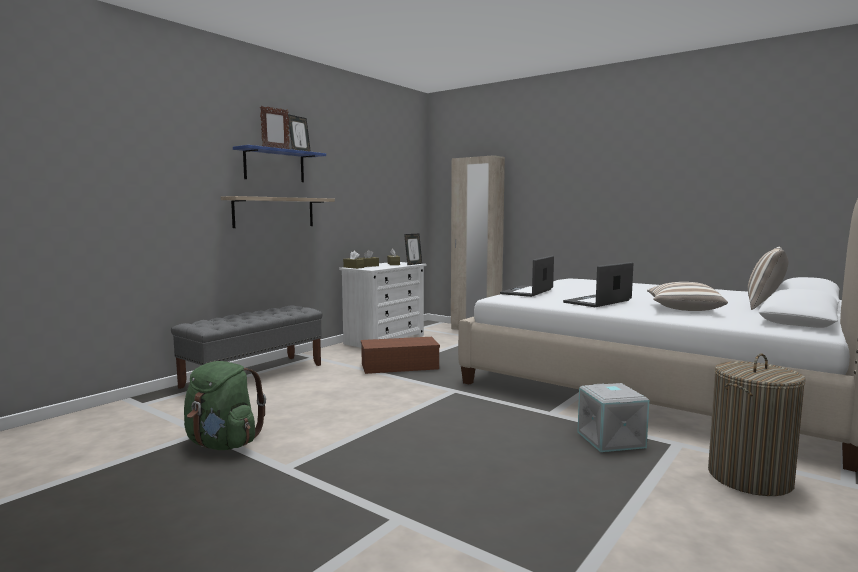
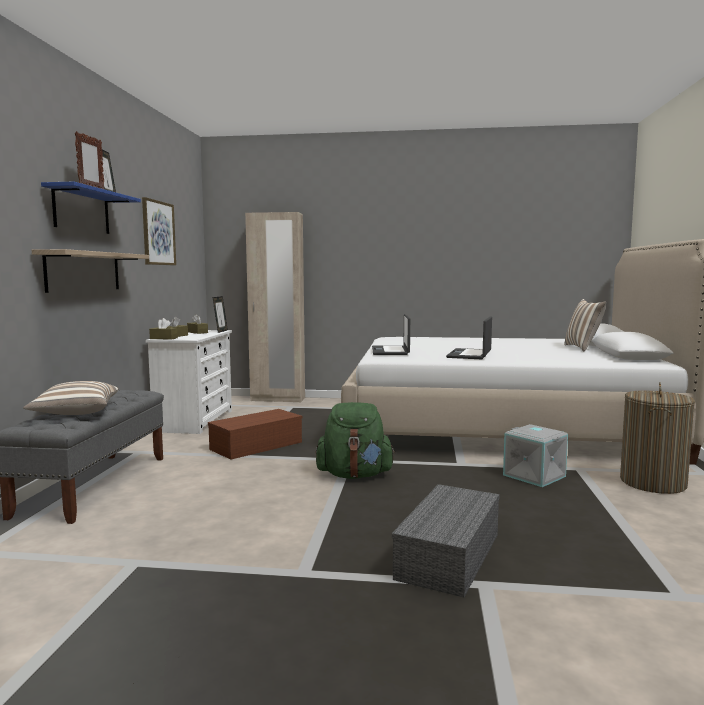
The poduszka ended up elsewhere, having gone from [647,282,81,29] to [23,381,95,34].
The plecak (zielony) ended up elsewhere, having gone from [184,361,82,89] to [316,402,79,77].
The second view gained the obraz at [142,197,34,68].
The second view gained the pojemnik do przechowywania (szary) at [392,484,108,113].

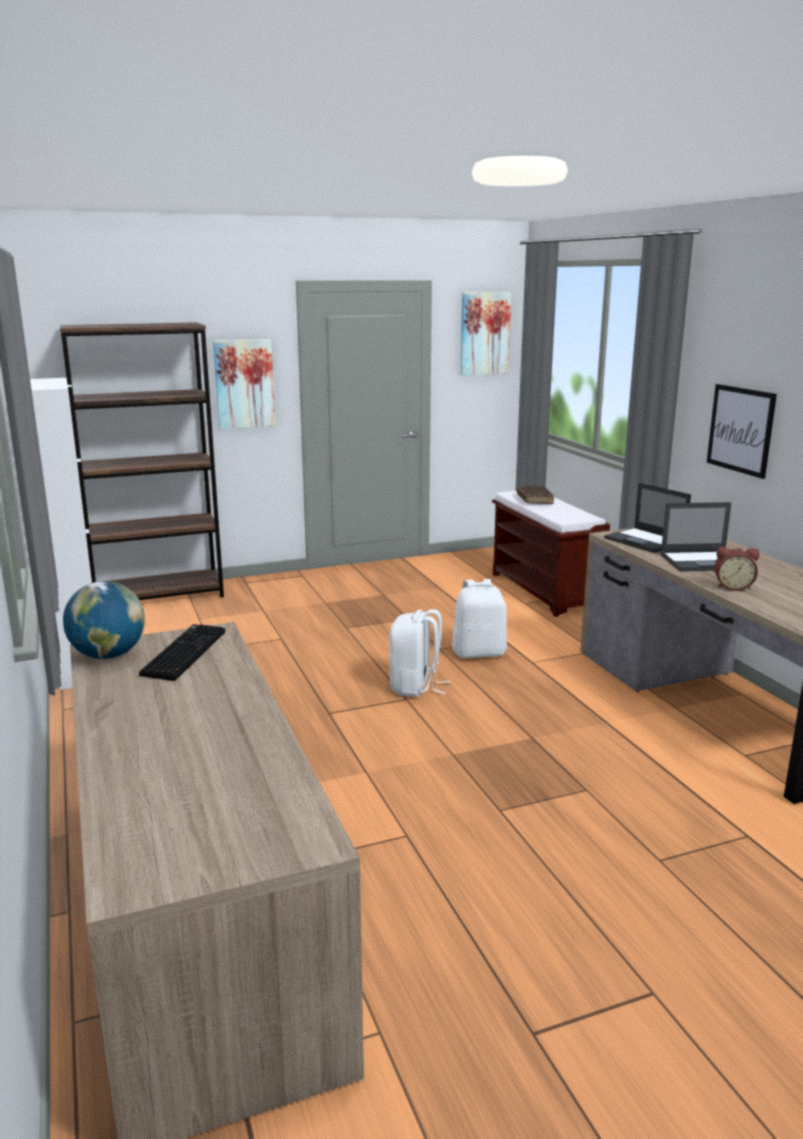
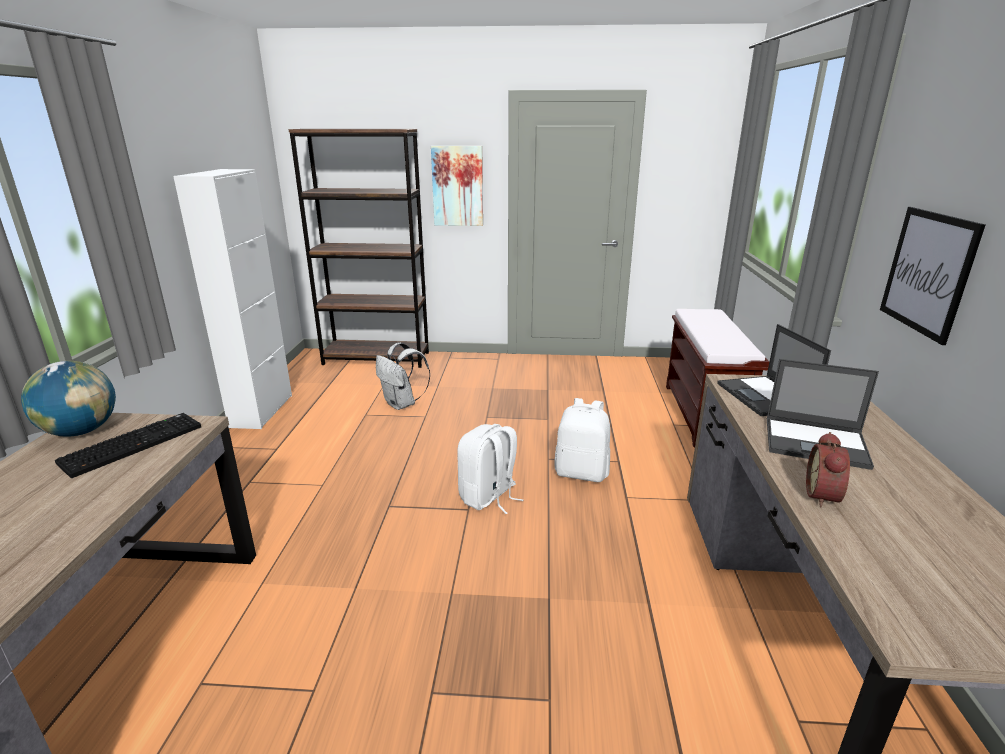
The second view lost the obraz at [460,292,52,84].
The second view lost the książka (brązowy) at [517,486,37,18].
The budzik at [714,547,45,44] ended up facing another way, 75 degrees clockwise from before.
The second view gained the plecak (biały) at [376,343,54,67].

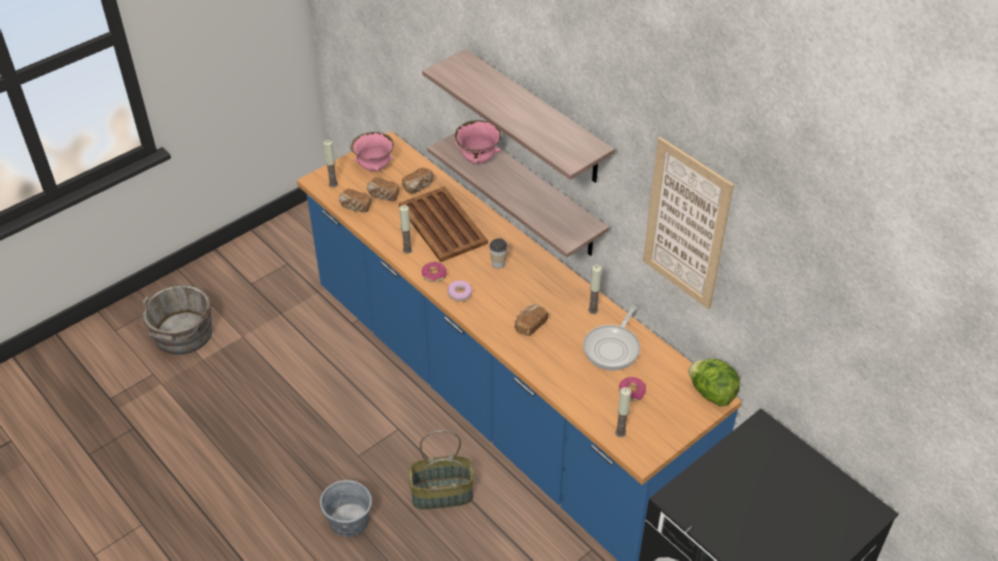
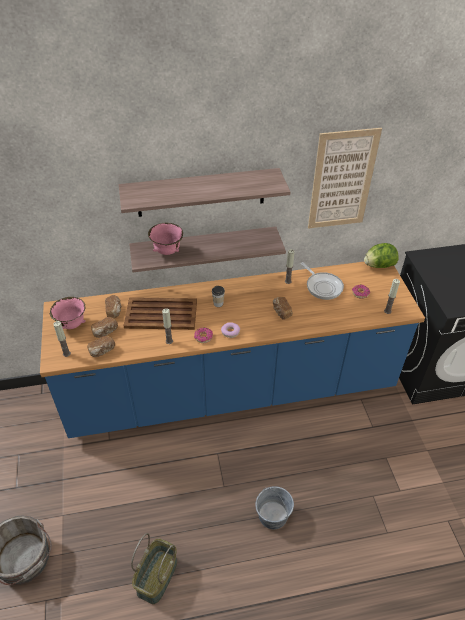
The koszyk ended up elsewhere, having gone from [408,430,66,79] to [131,533,46,71].

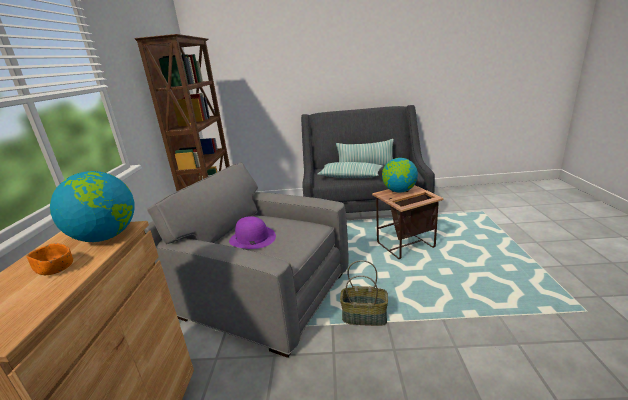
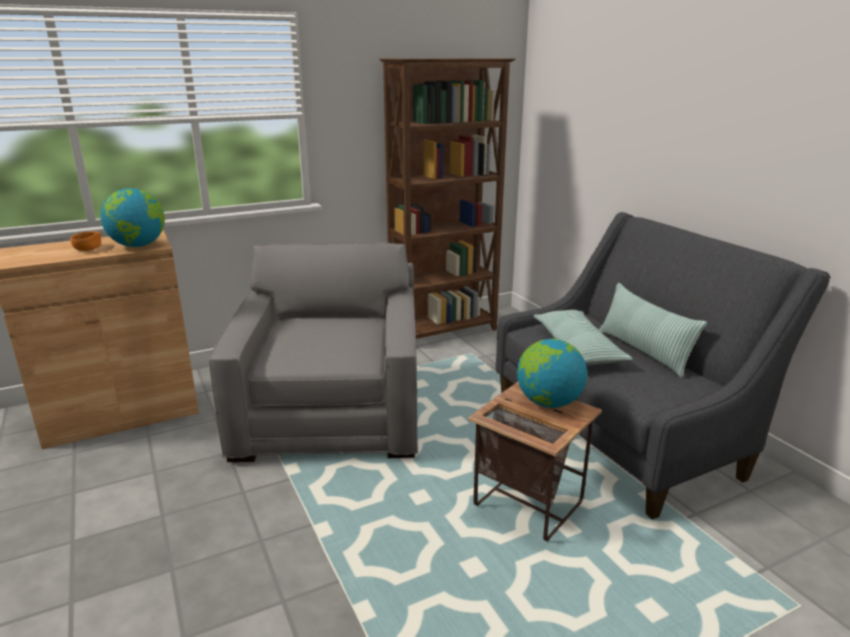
The second view lost the kapelusz (fioletowy) at [229,216,47,33].
The second view lost the koszyk at [340,260,48,66].

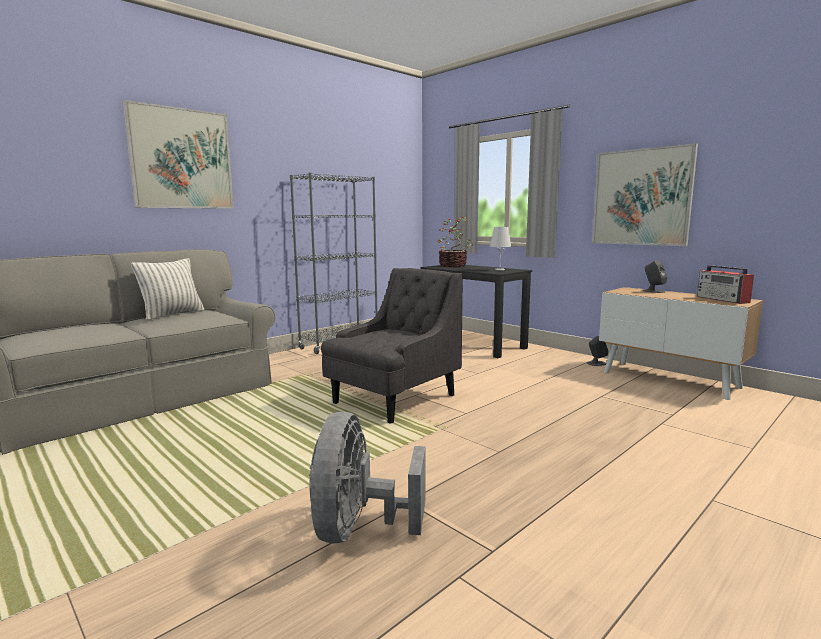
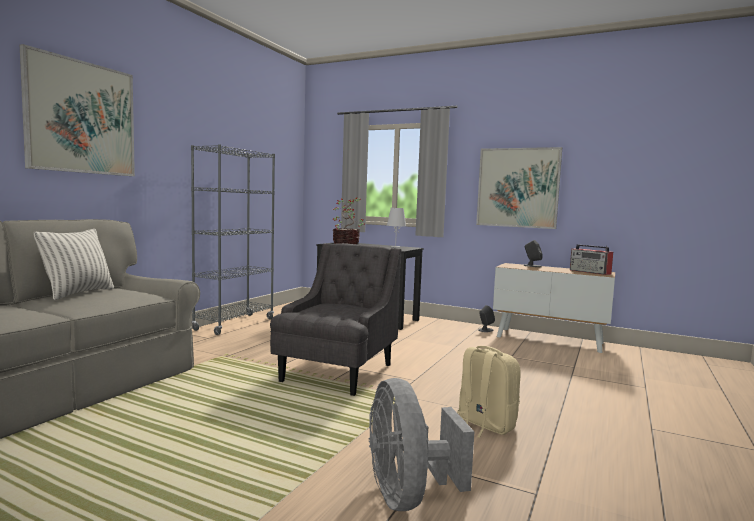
The second view gained the plecak (beżowy) at [457,346,64,92].

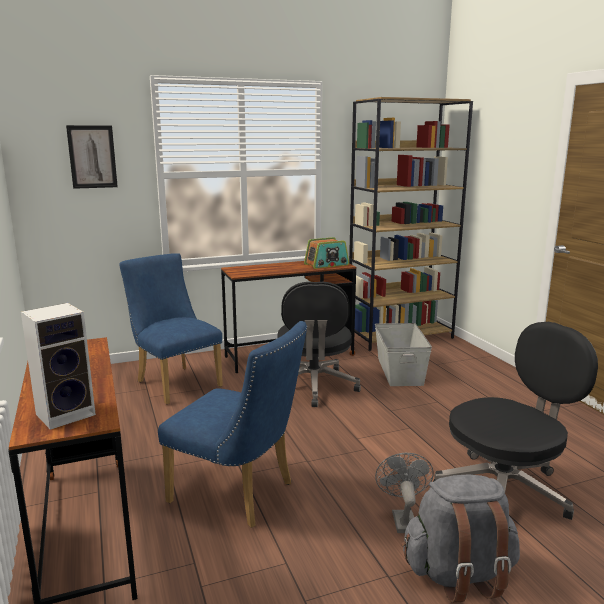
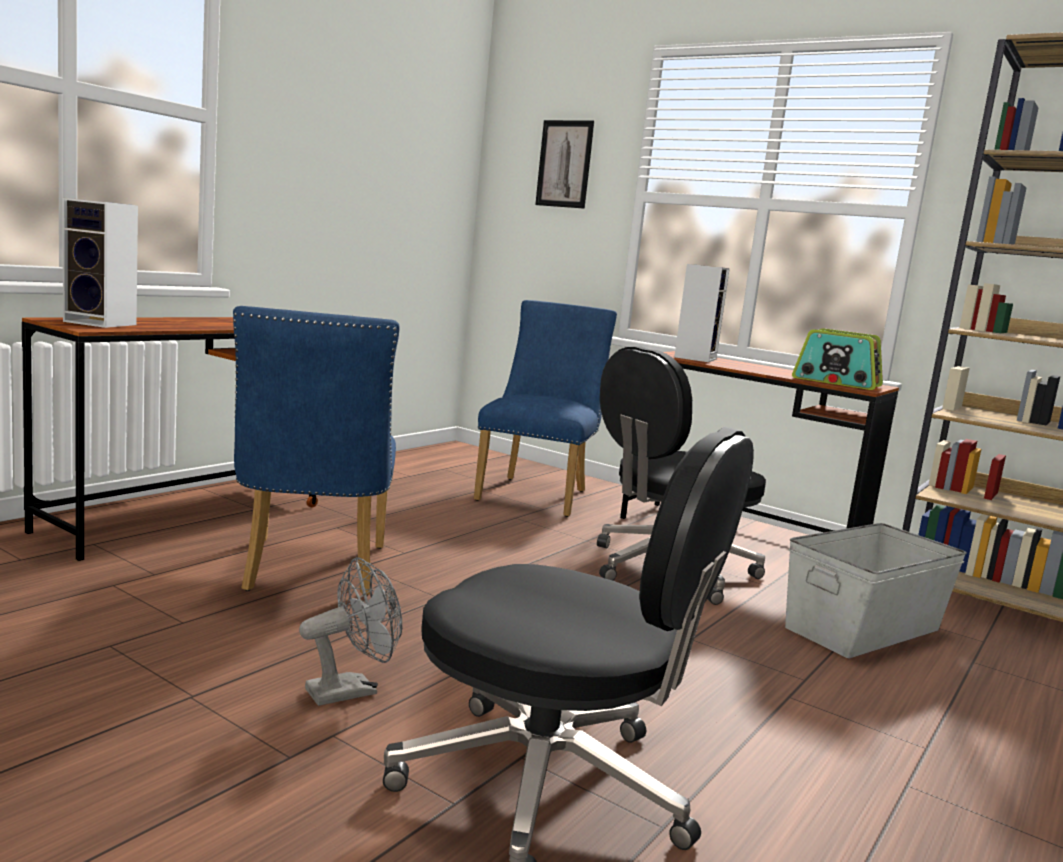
The second view lost the plecak (szary) at [402,474,118,129].
The second view gained the głośnik at [674,264,56,98].

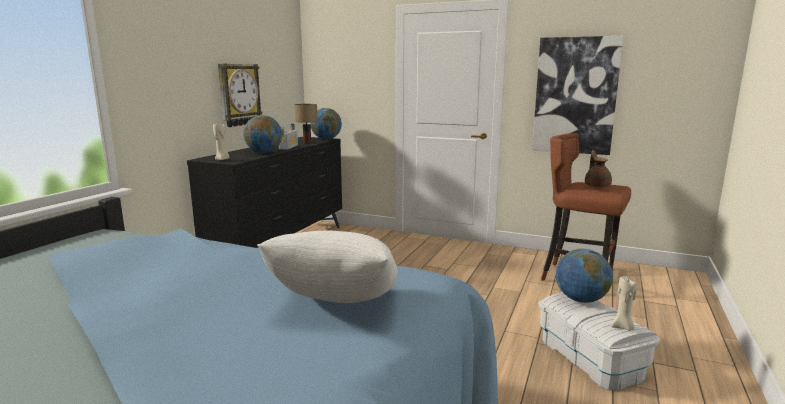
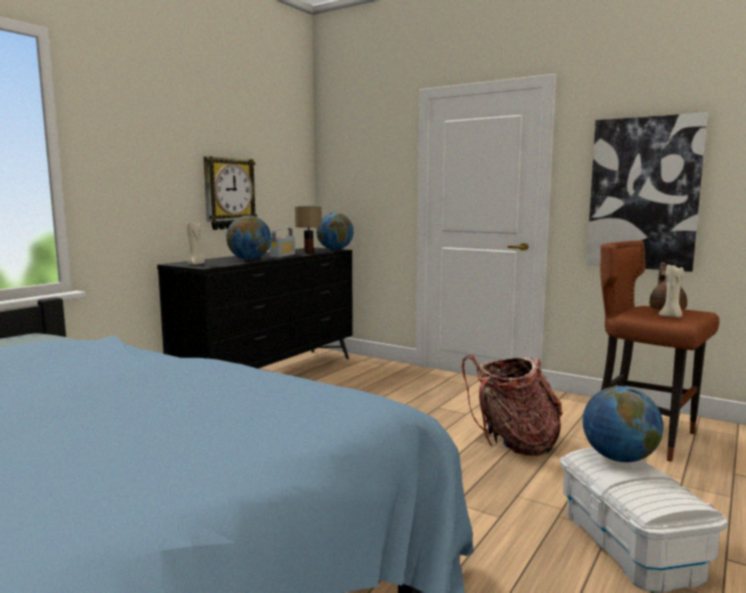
The second view lost the poduszka (biały) at [257,231,141,72].
The świeca (beżowy) ended up elsewhere, having gone from [611,276,26,54] to [659,265,25,53].
The second view gained the plecak at [462,355,101,101].

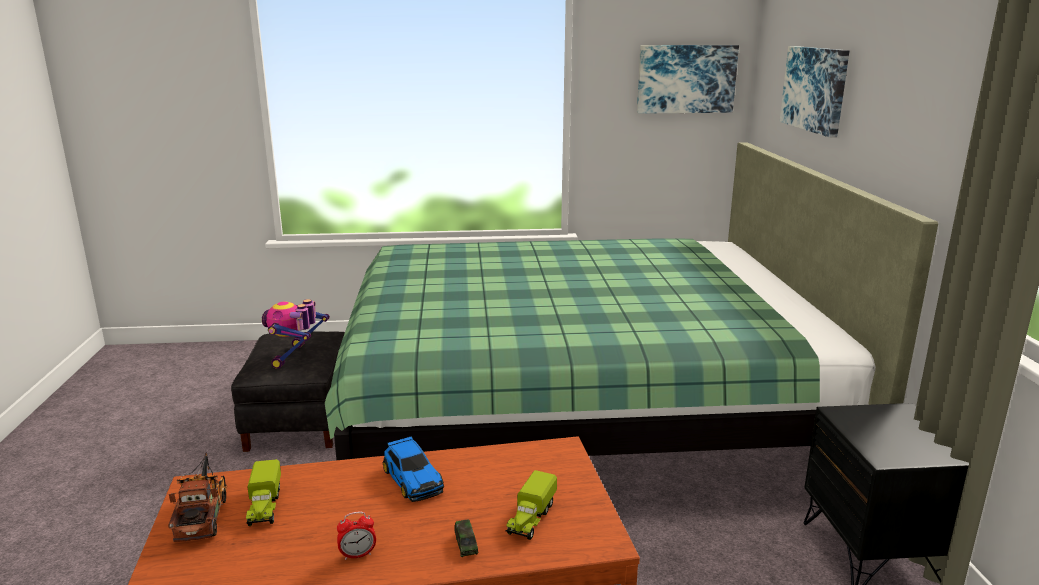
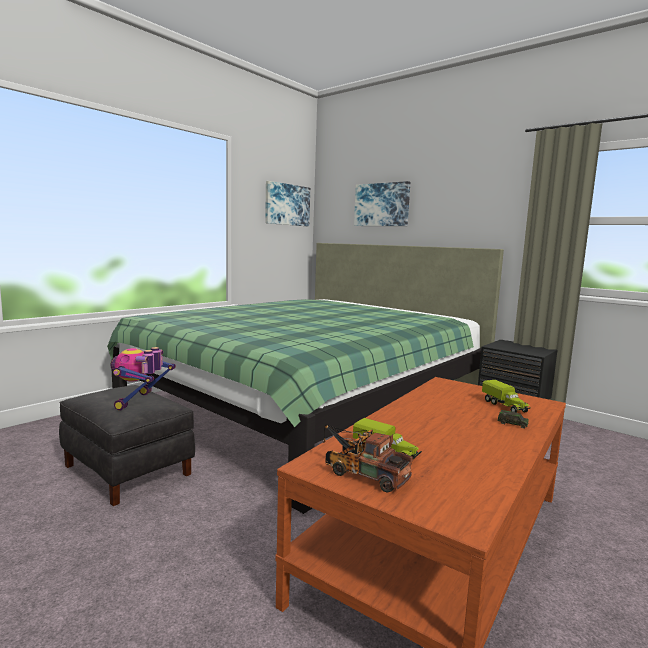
The robot zabawkowy at [262,299,68,70] ended up facing another way, 45 degrees clockwise from before.
The second view lost the samochodzik at [383,436,61,66].
The second view lost the budzik at [337,512,39,48].

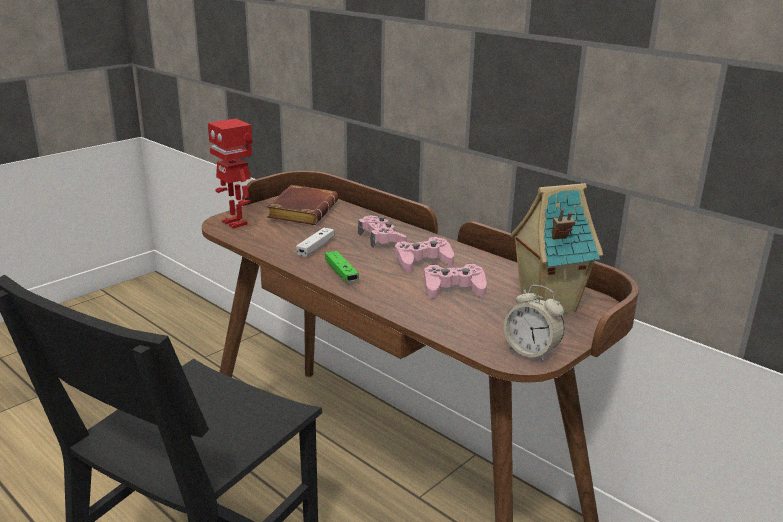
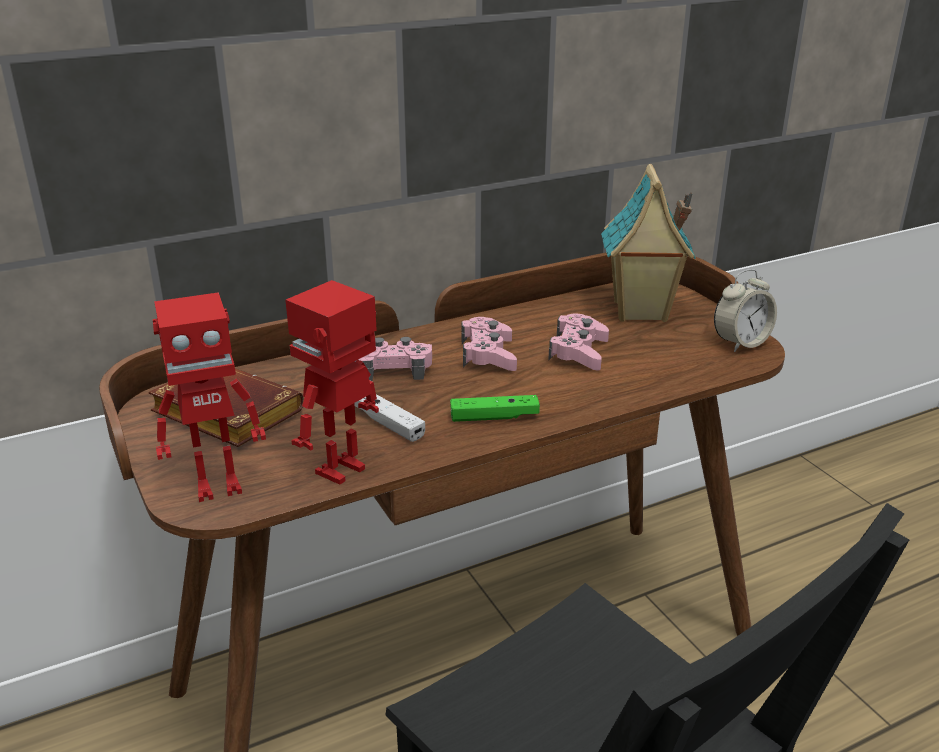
The second view gained the robot zabawkowy at [285,280,94,205].

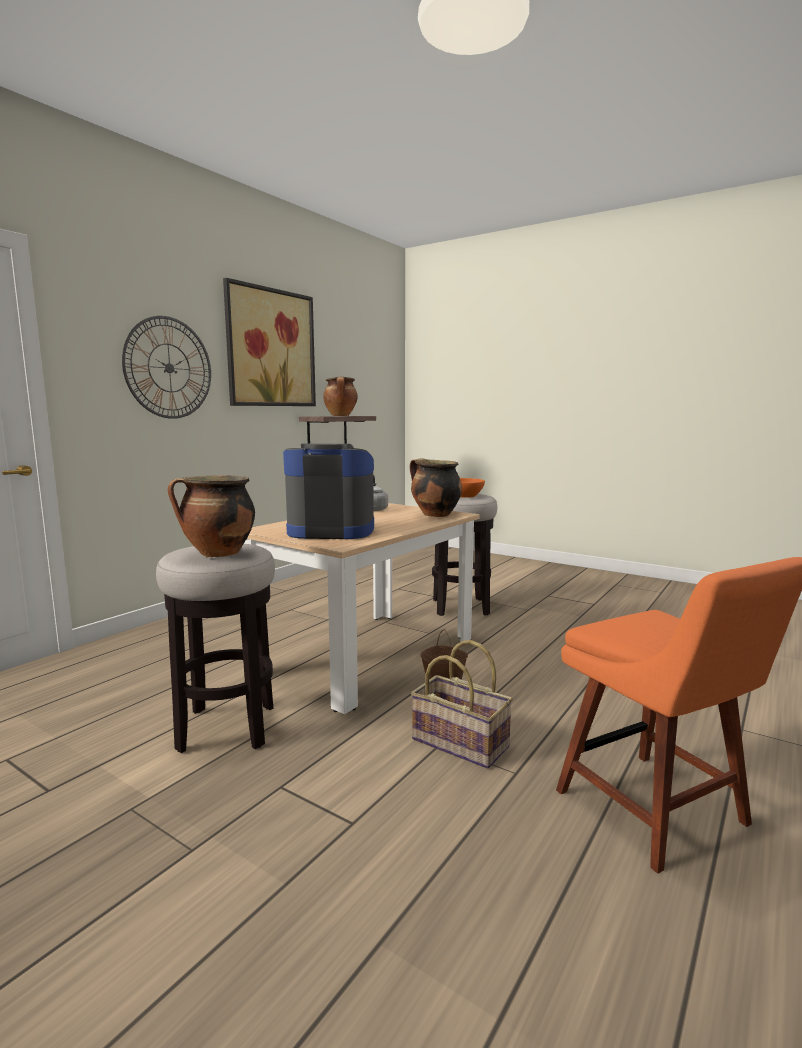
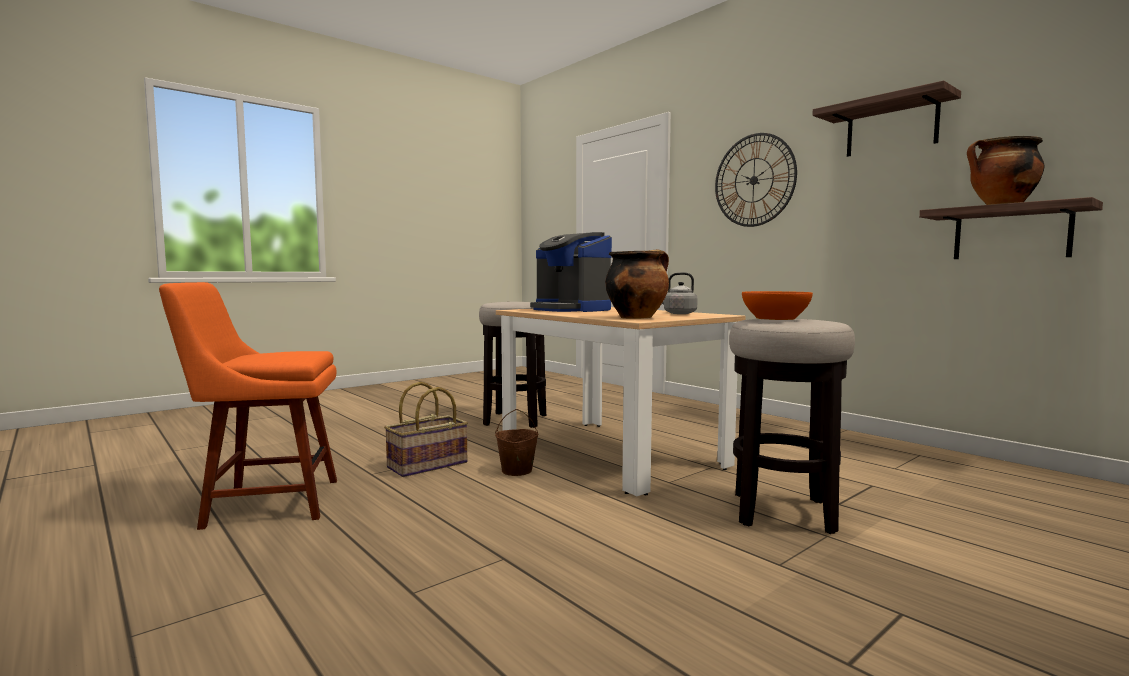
Where the obraz hung at [223,278,93,128], the półka came to hang at [812,80,149,77].
The ekspres do kawy at [283,444,91,95] ended up facing another way, 120 degrees clockwise from before.
The second view lost the garnek at [168,475,87,82].

